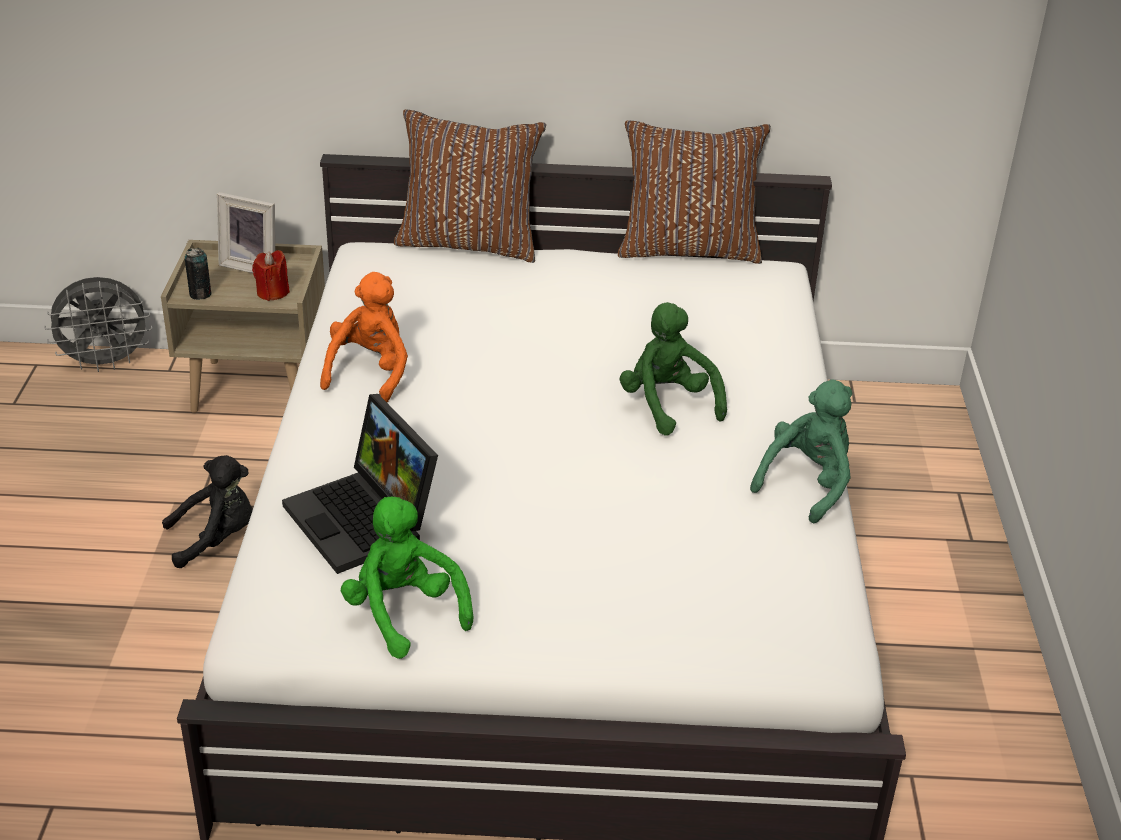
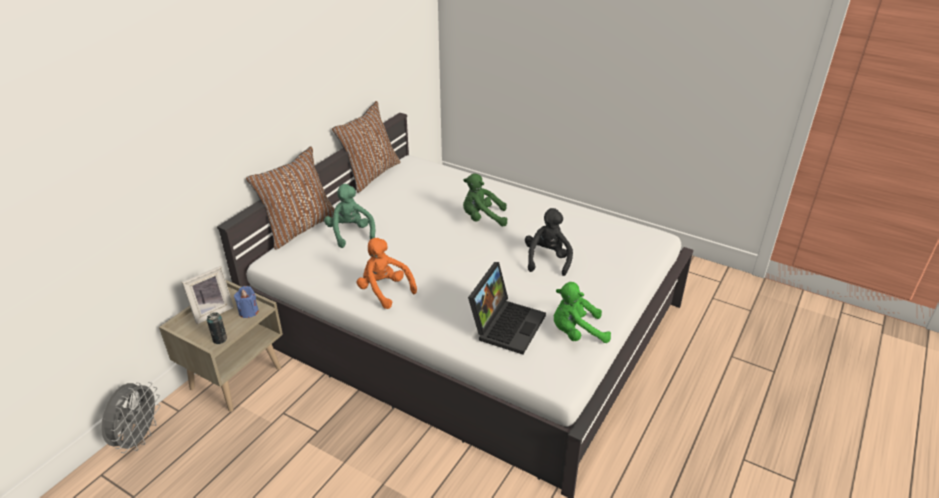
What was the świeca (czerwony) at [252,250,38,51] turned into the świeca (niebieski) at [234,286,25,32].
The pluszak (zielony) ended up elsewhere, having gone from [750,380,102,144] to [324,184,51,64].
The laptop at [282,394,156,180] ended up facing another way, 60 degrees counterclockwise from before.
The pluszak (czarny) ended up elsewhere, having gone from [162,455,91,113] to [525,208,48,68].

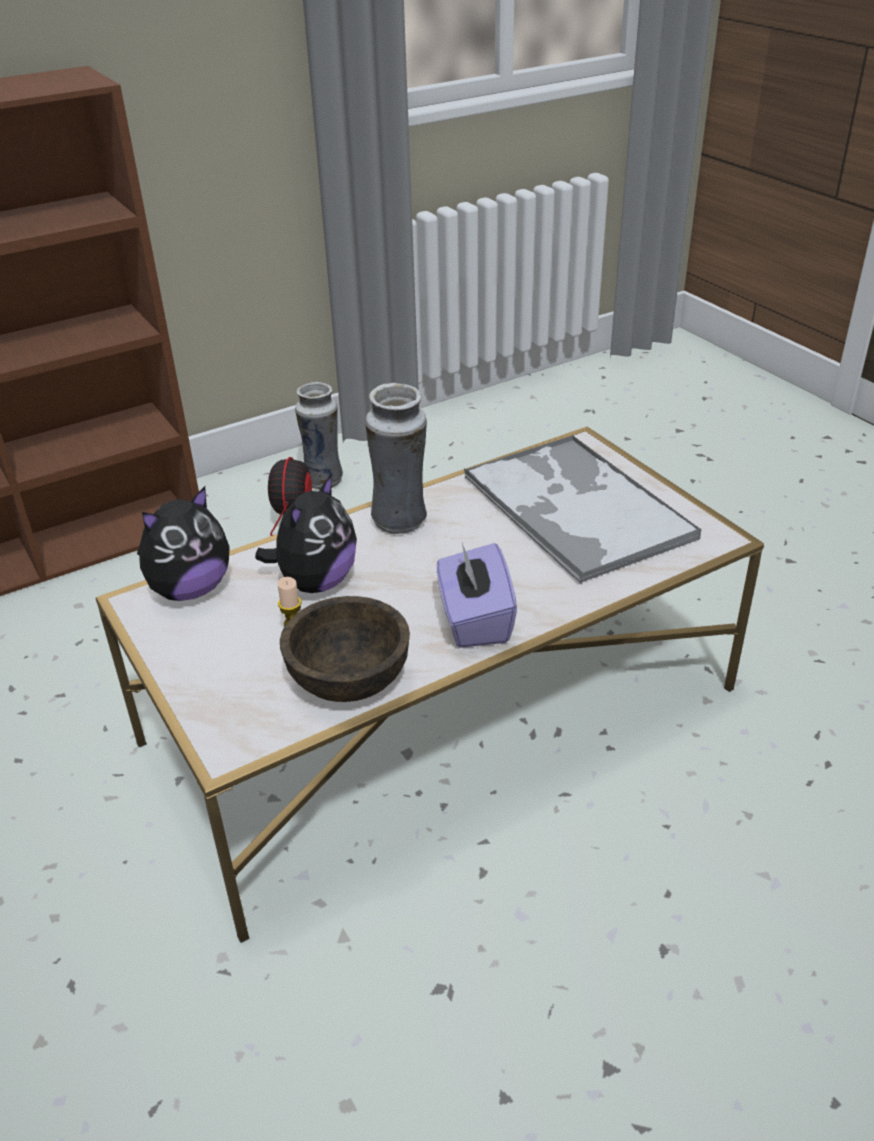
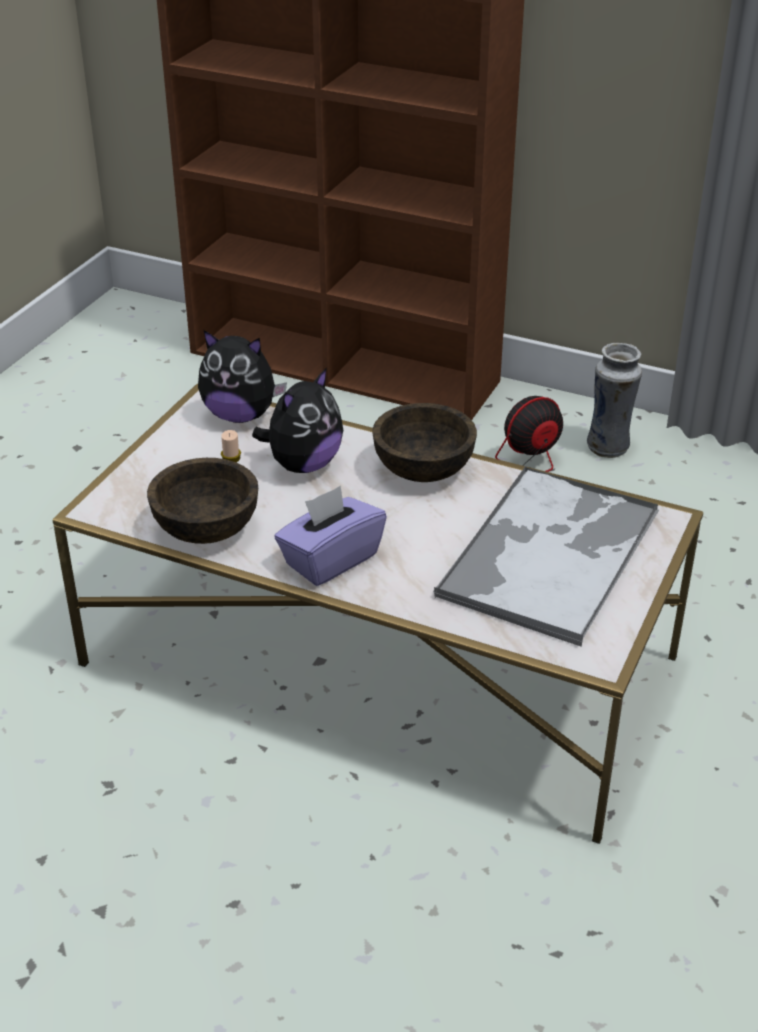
Where the wazon stood at [365,383,62,151], the miska (brązowy) came to stand at [373,403,104,79].
The pluszak at [255,473,102,120] ended up facing another way, 45 degrees counterclockwise from before.

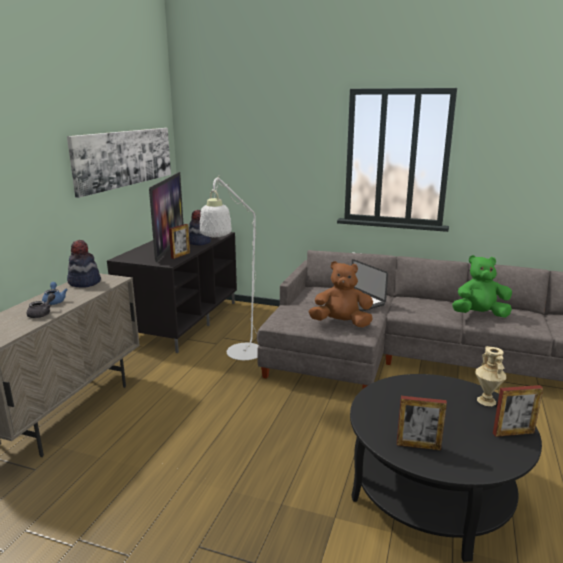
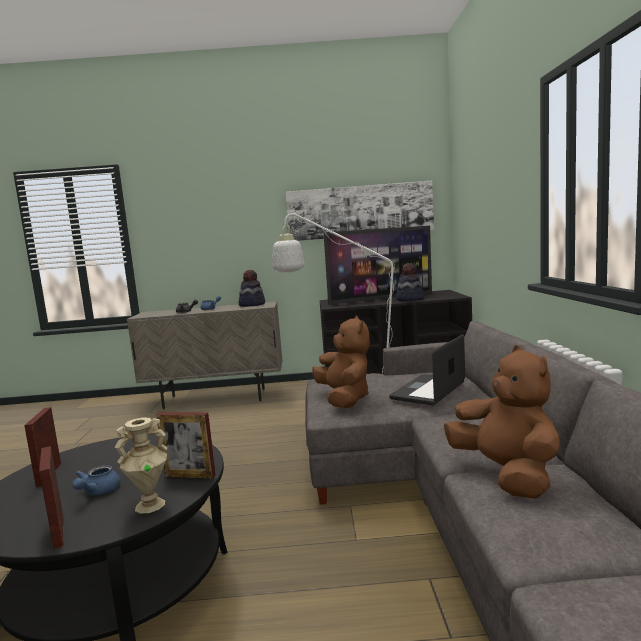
The ramka na zdjęcie ended up elsewhere, having gone from [169,224,21,35] to [157,412,59,67].
What was the pluszak (zielony) at [452,255,60,63] turned into the pluszak (brązowy) at [444,345,116,154].
The second view gained the imbryk (niebieski) at [72,465,48,30].

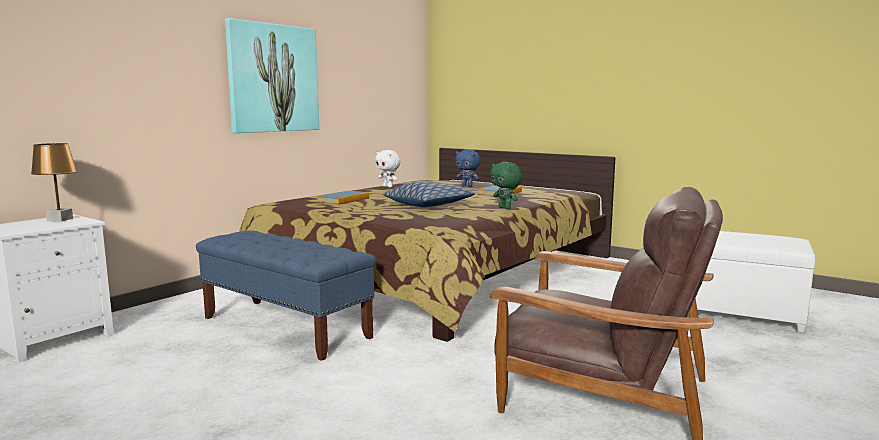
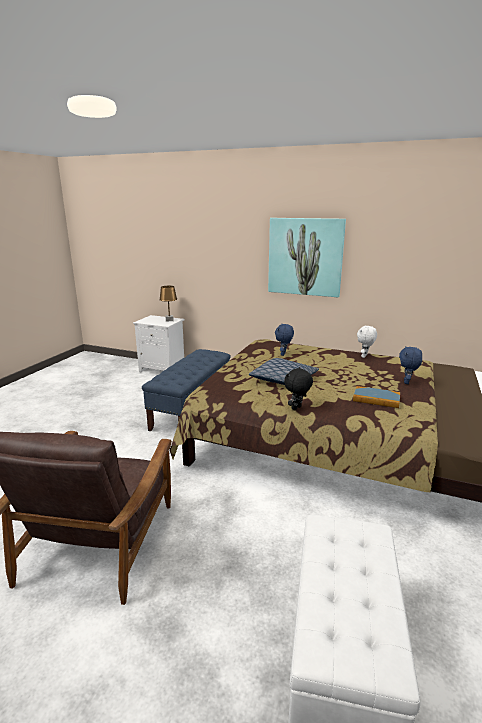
What was the pluszak (zielony) at [490,162,32,47] turned into the pluszak (czarny) at [284,367,29,44].
Where the książka stood at [317,191,52,14], the pluszak (niebieski) came to stand at [275,324,19,32].

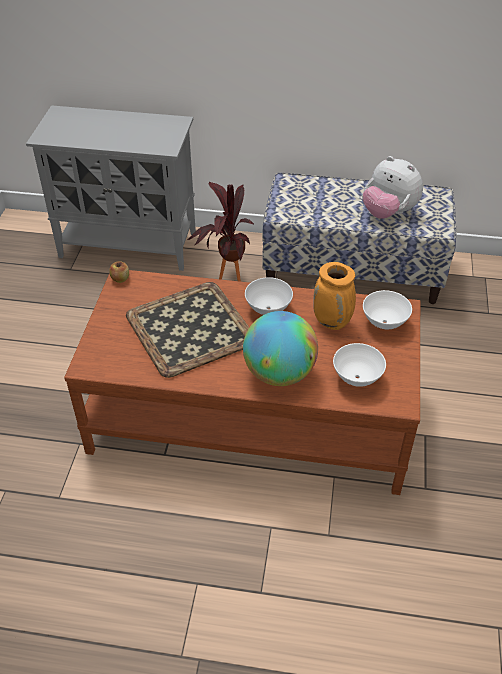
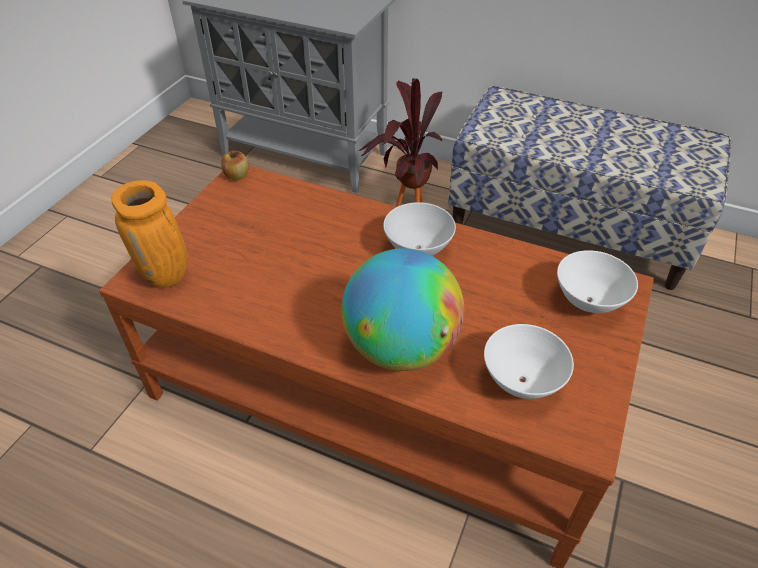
The second view lost the pluszak at [363,156,60,63].
The wazon (pomarańczowy) ended up elsewhere, having gone from [313,262,43,68] to [111,180,77,108].
The second view lost the taca at [126,282,123,96].

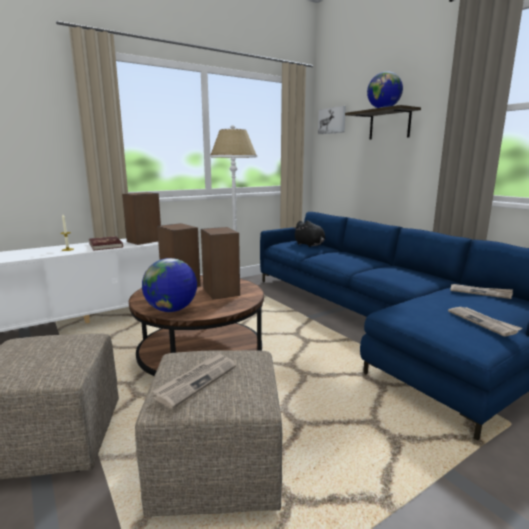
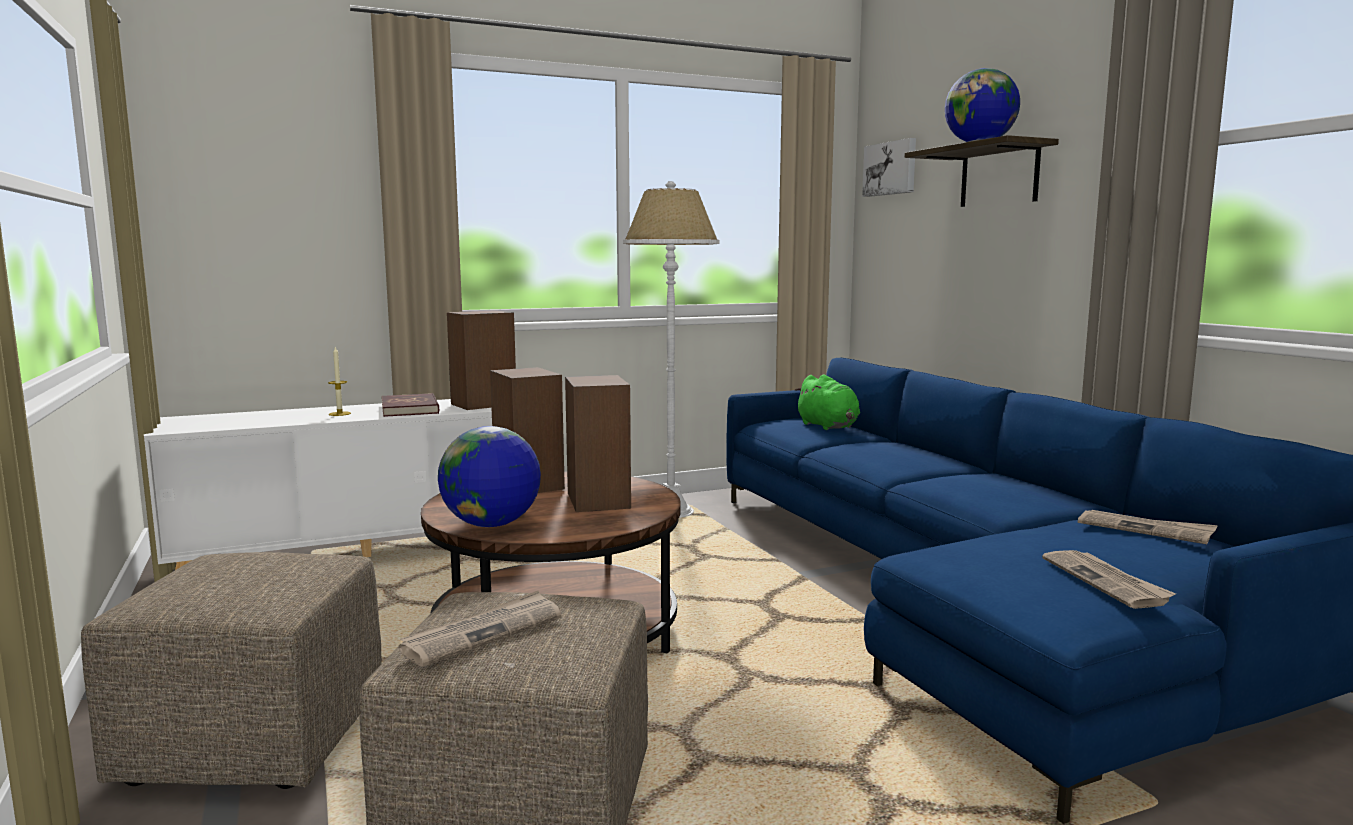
What was the pluszak (czarny) at [293,221,33,26] turned into the pluszak (zielony) at [794,375,66,55].

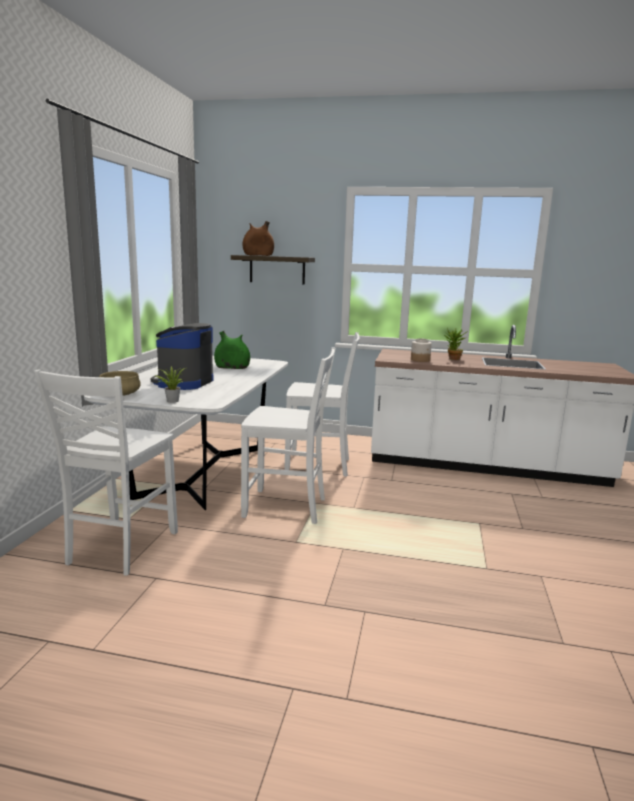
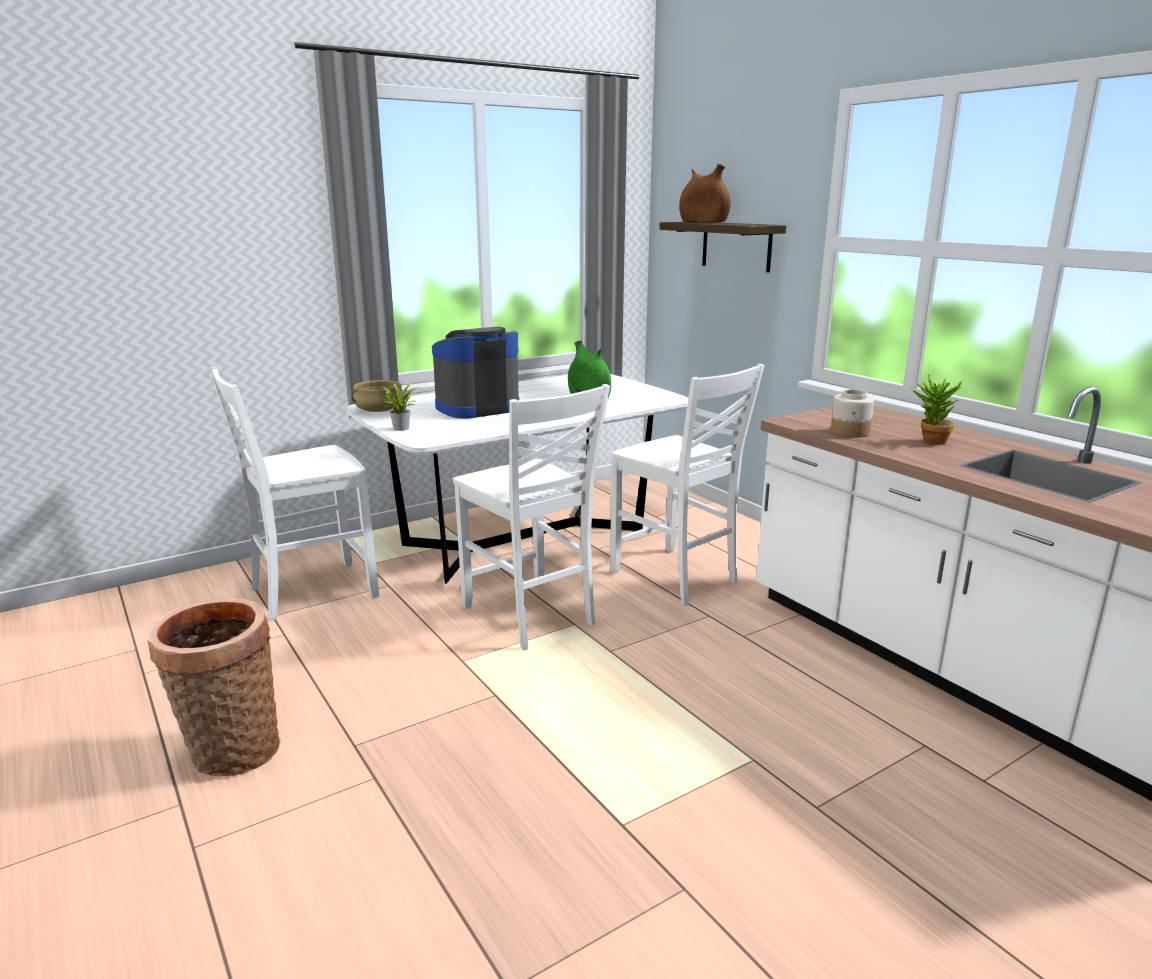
The second view gained the koszyk at [147,598,133,179].

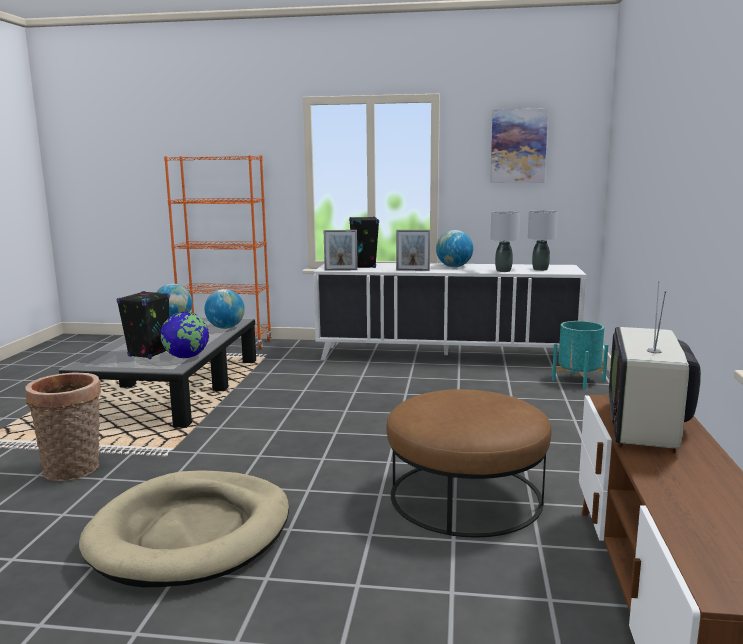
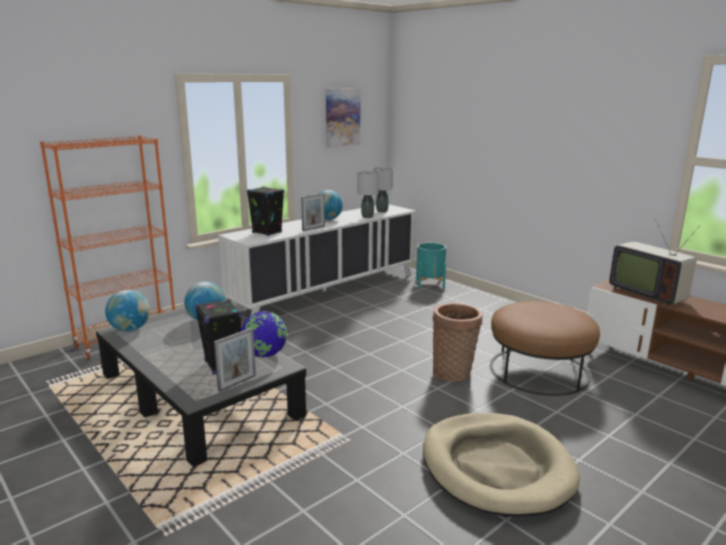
The ramka na zdjęcie ended up elsewhere, having gone from [324,230,34,40] to [214,328,42,64].
The koszyk ended up elsewhere, having gone from [25,373,76,108] to [432,303,51,79].

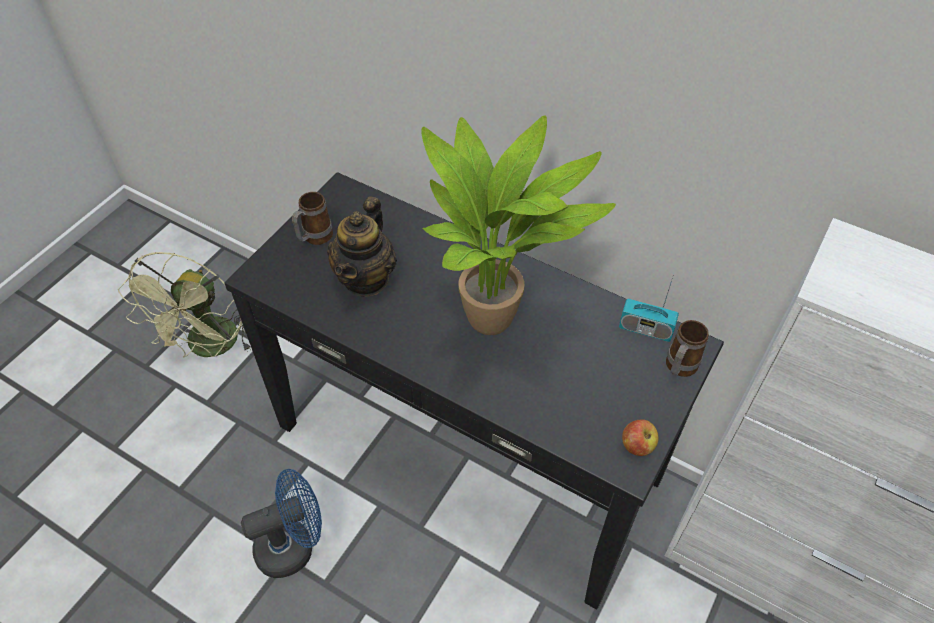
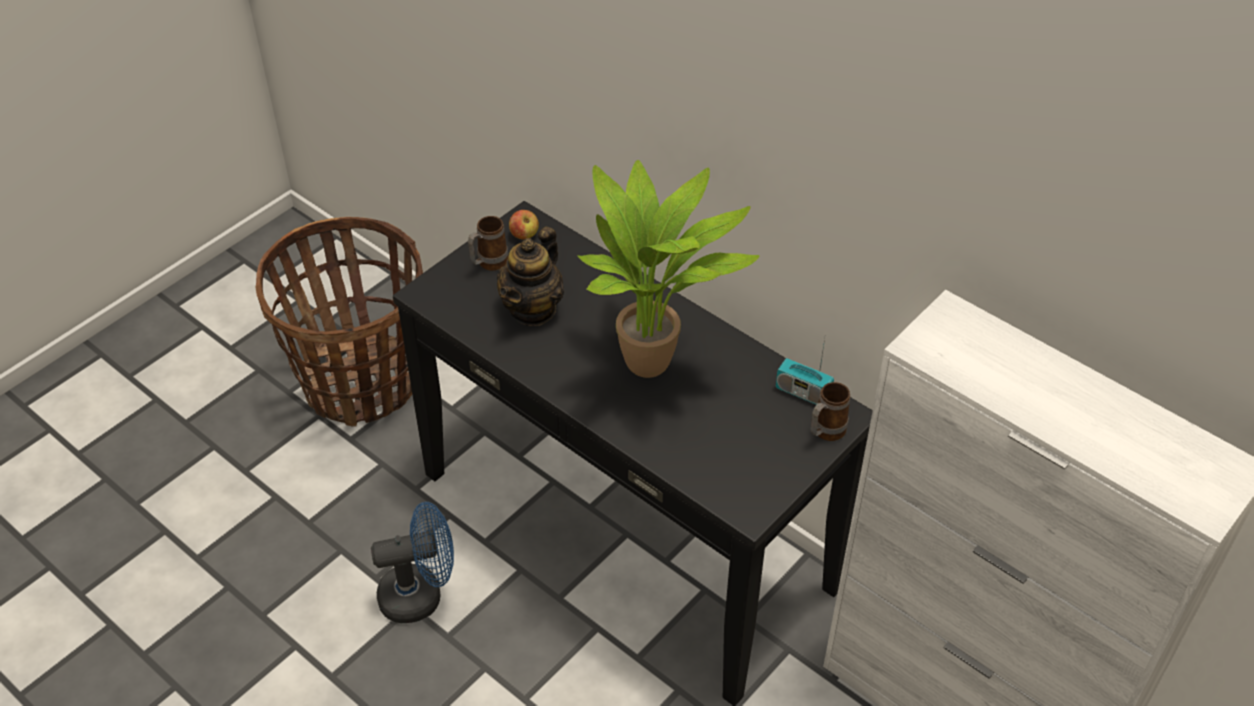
Where the wentylator (zielony) stood at [118,252,133,105], the koszyk came to stand at [256,217,167,210].
The jabłko ended up elsewhere, having gone from [622,419,37,37] to [509,210,30,29].

